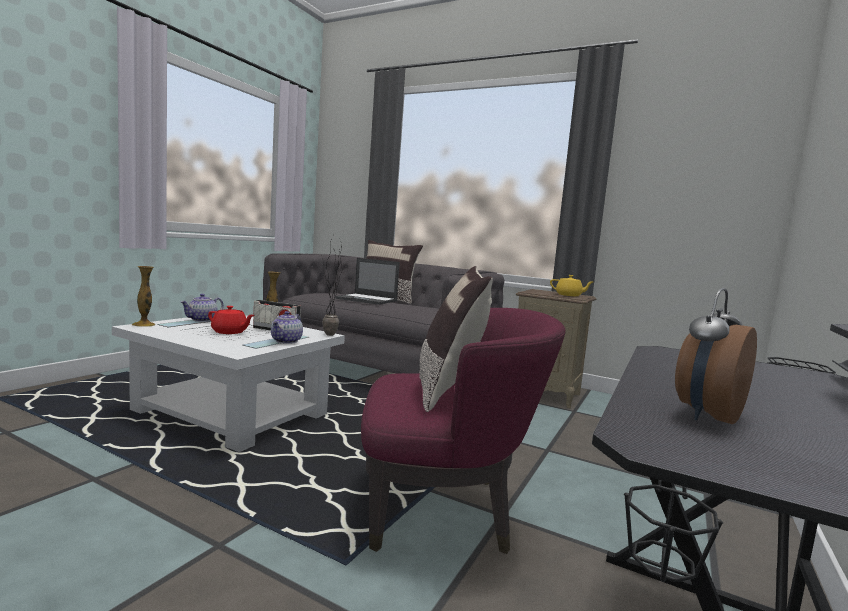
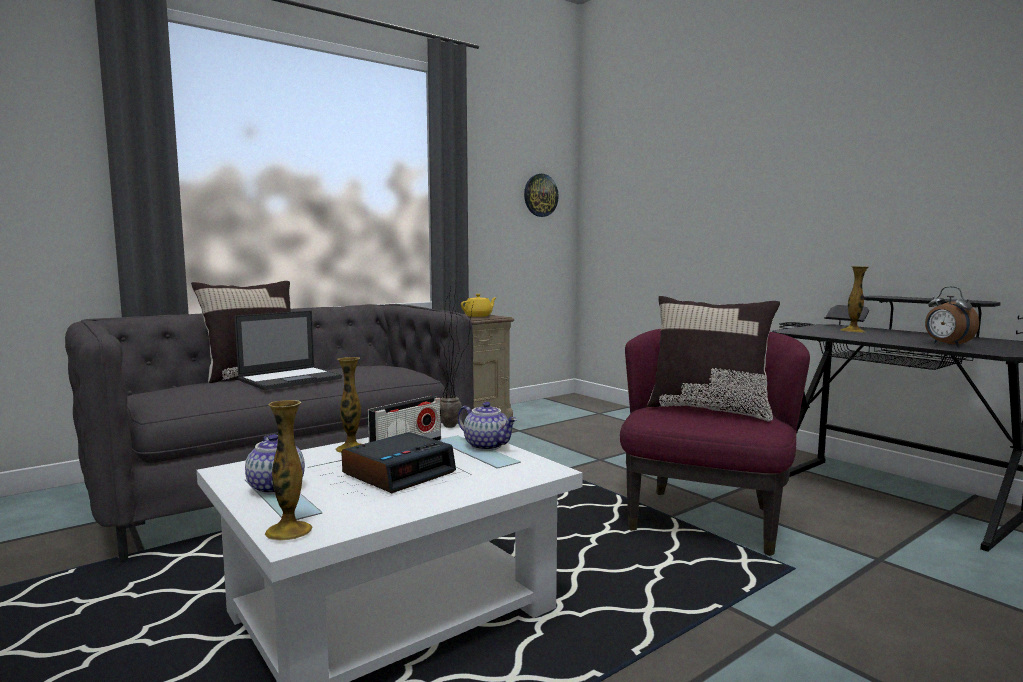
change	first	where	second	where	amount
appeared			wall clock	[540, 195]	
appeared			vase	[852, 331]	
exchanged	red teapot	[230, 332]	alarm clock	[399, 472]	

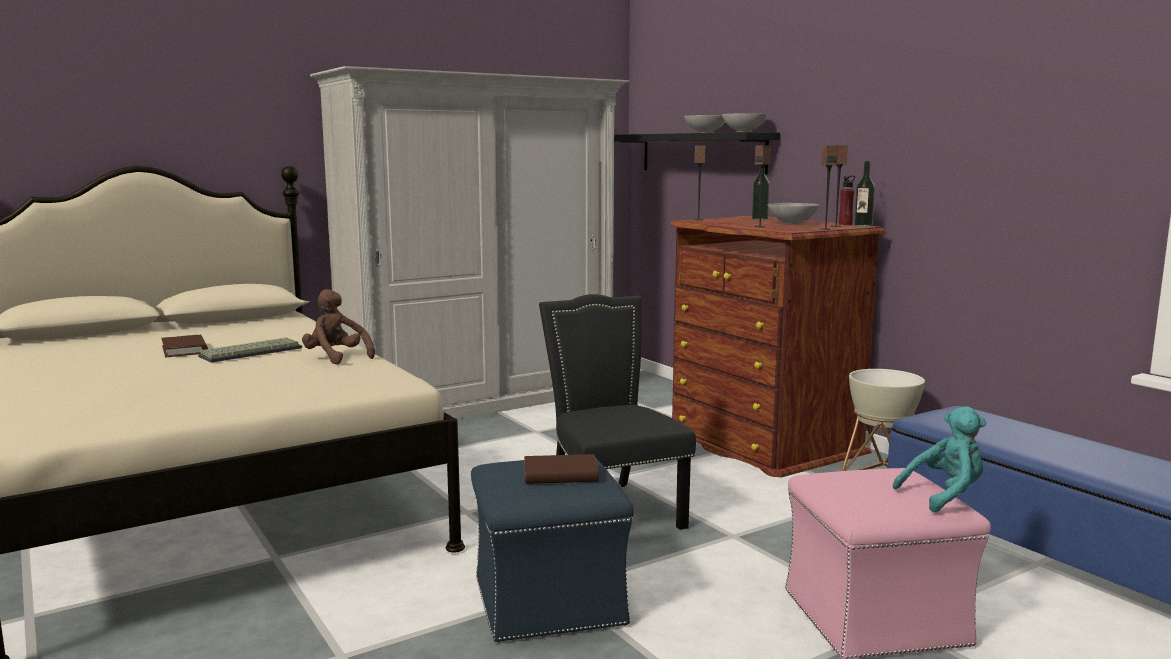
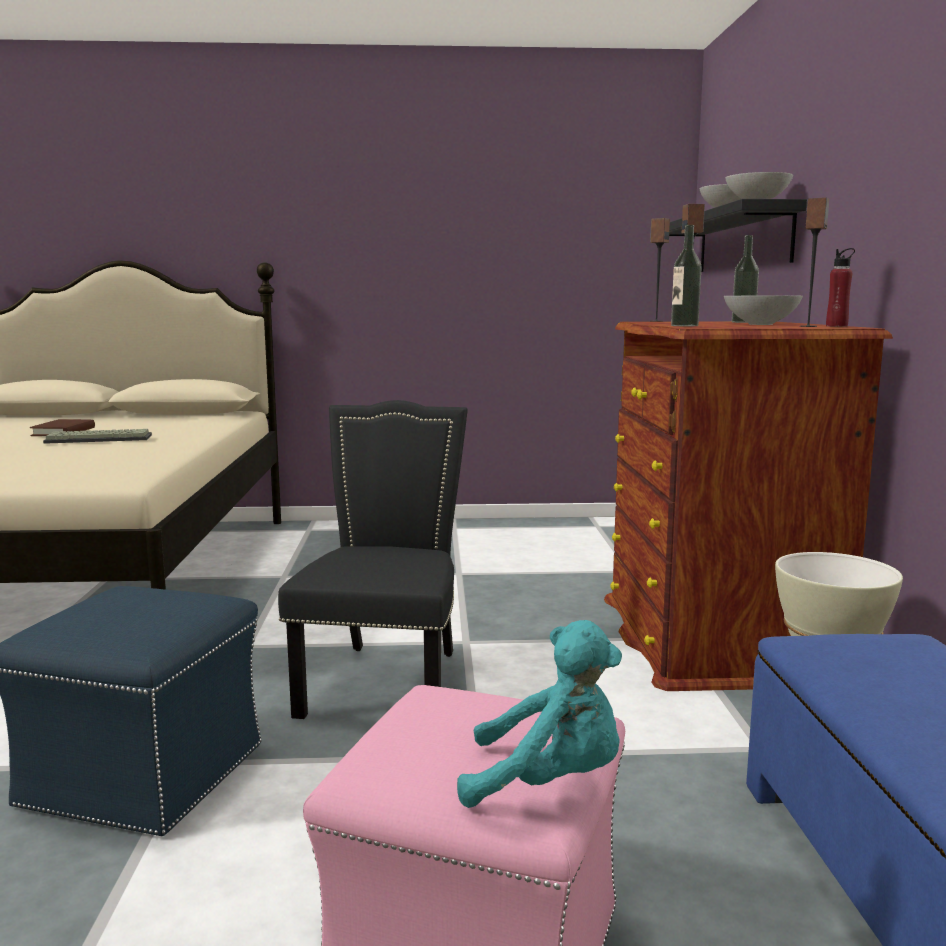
change	first	where	second	where	amount
missing	brown plush toy	[336, 358]			
missing	white wardrobe	[484, 402]			
missing	brown book	[560, 474]			
missing	speaker	[825, 229]			
relocated	bottle	[863, 226]		[684, 326]	

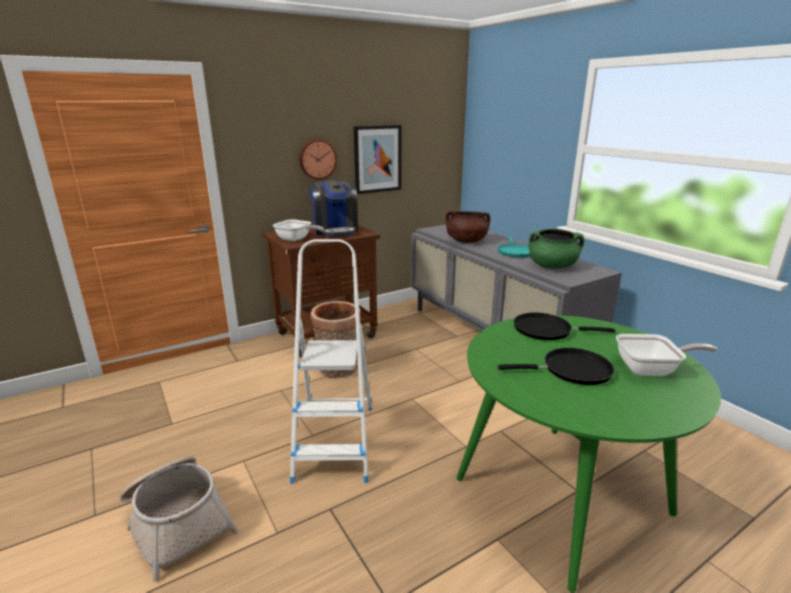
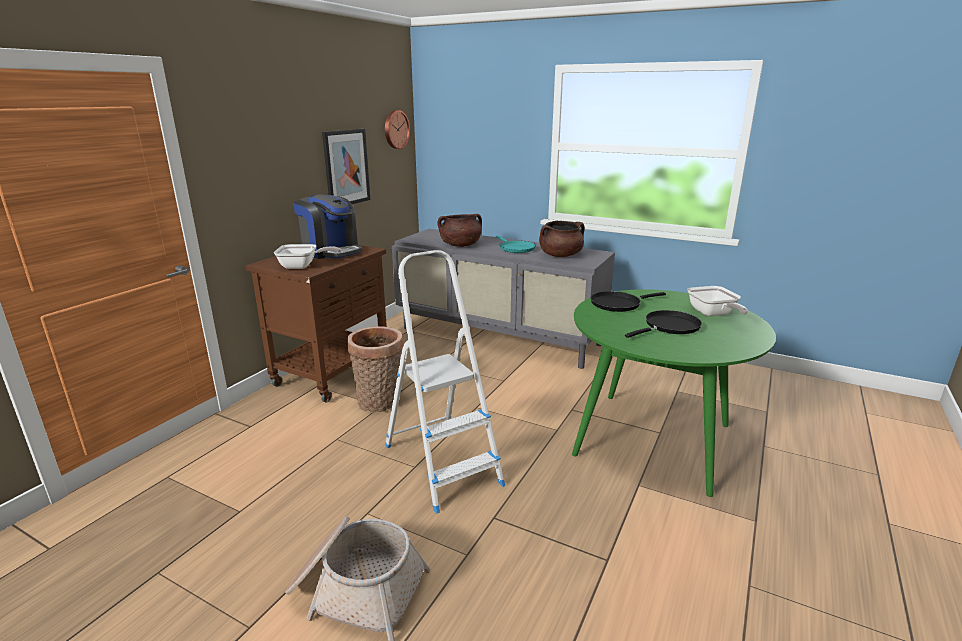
change	first	where	second	where	amount
relocated	wall clock	[317, 159]		[395, 129]	
colour	green cooking pot	[552, 266]	brown cooking pot	[560, 255]	
spun	frying pan	[651, 370]		[713, 314]	105 degrees clockwise

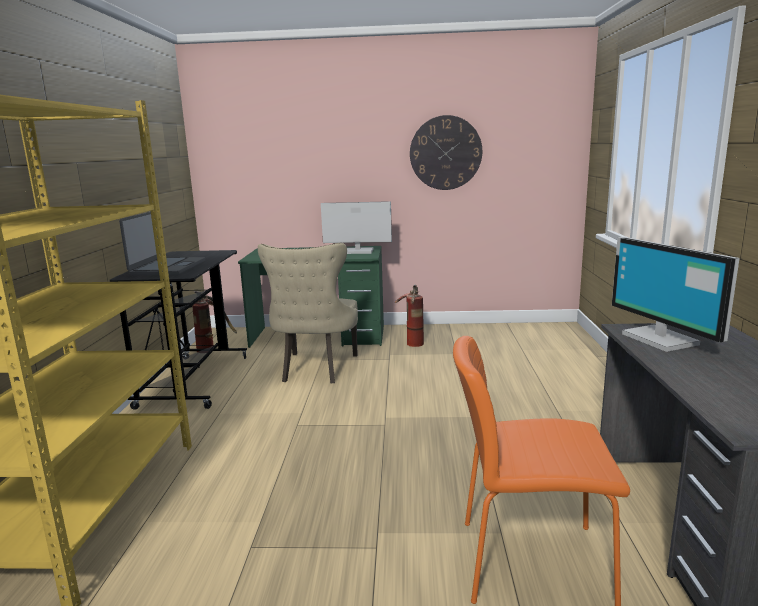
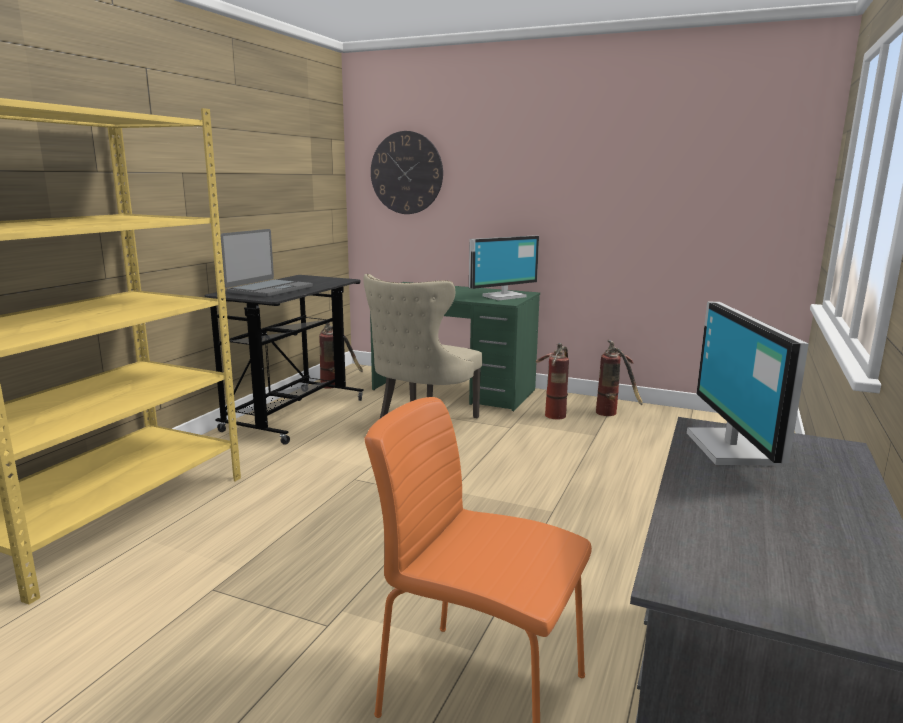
change	first	where	second	where	amount
appeared			fire extinguisher	[614, 414]	
relocated	wall clock	[445, 153]		[406, 173]	
spun	monitor	[357, 252]		[503, 296]	120 degrees clockwise

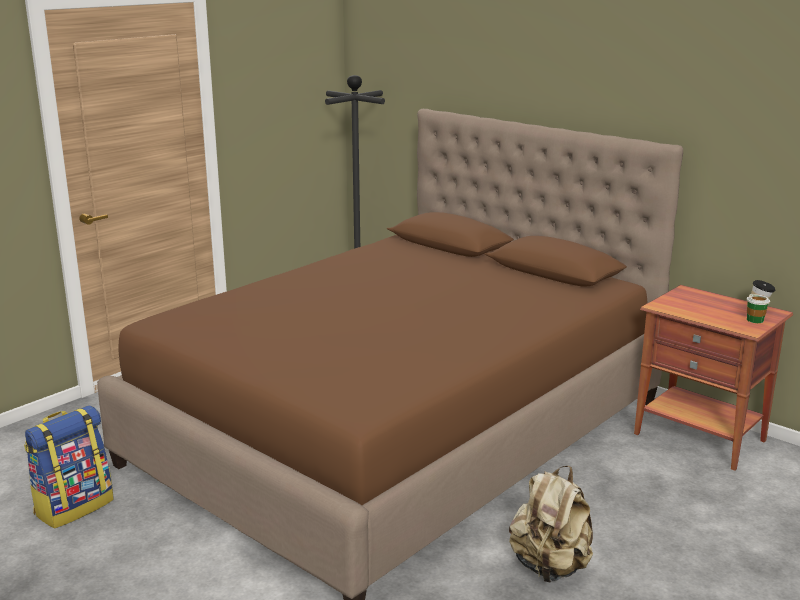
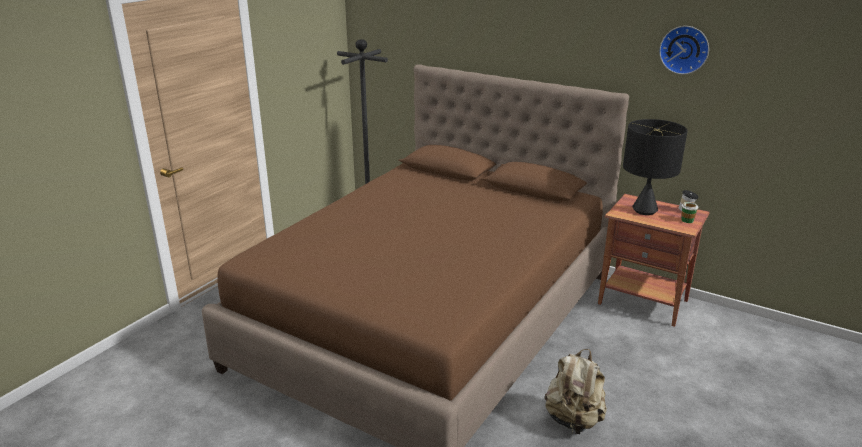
change	first	where	second	where	amount
missing	backpack	[74, 506]			
appeared			black table lamp	[644, 211]	
appeared			wall clock	[684, 49]	

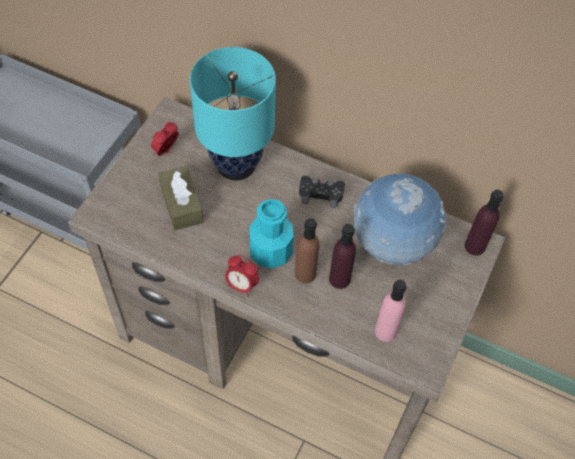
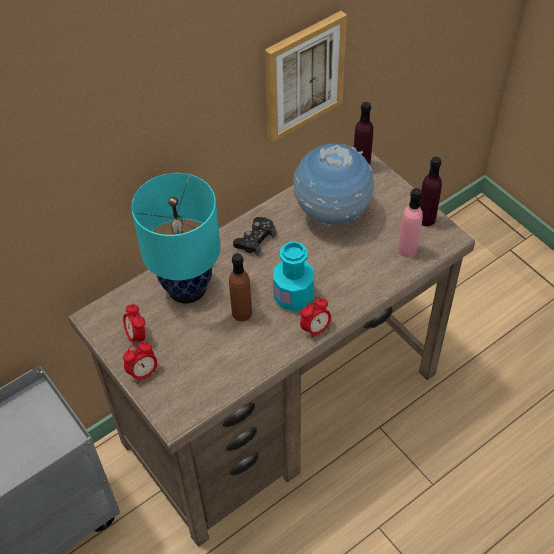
change	first	where	second	where	amount
missing	brown tissue box	[181, 204]			
appeared			alarm clock	[143, 373]	
appeared			picture	[303, 76]	
relocated	brown bottle	[305, 273]		[242, 313]	
relocated	purple bottle	[339, 279]		[426, 219]	

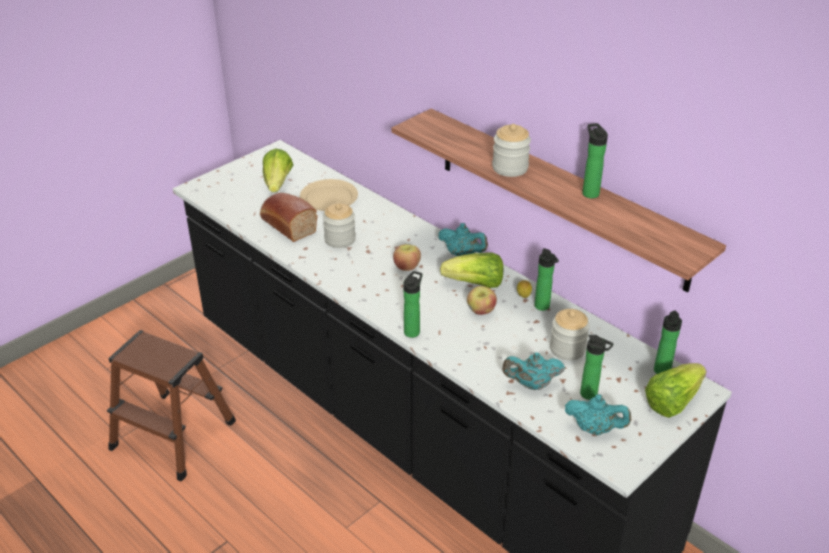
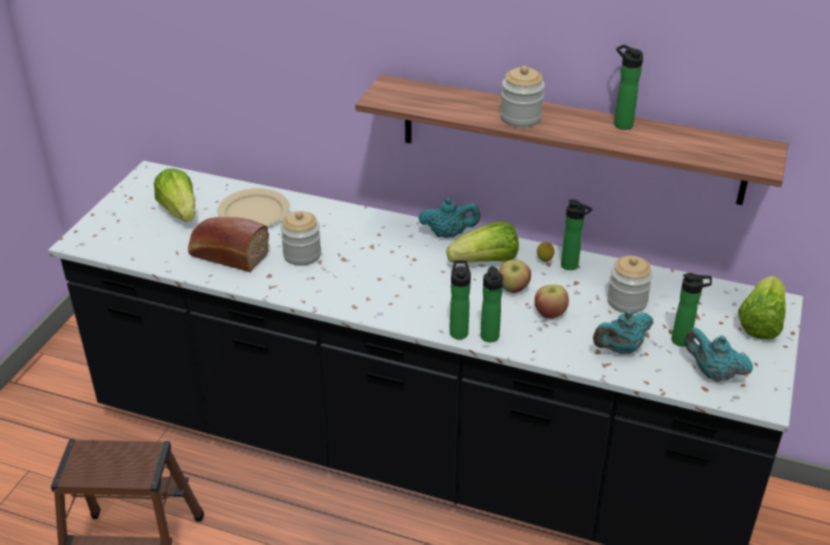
change	first	where	second	where	amount
relocated	apple	[407, 267]		[550, 313]	
relocated	bottle	[661, 372]		[490, 338]	
spun	turquoise teapot	[595, 429]		[713, 373]	135 degrees counterclockwise

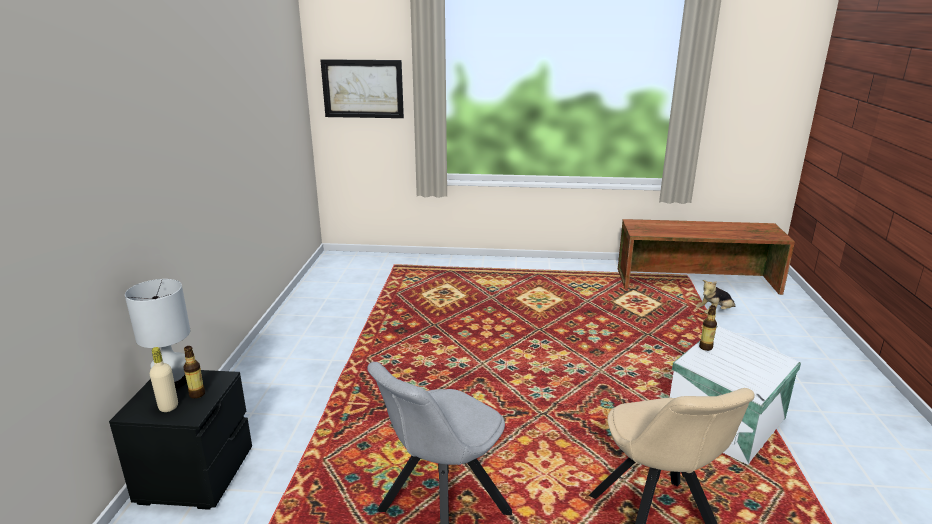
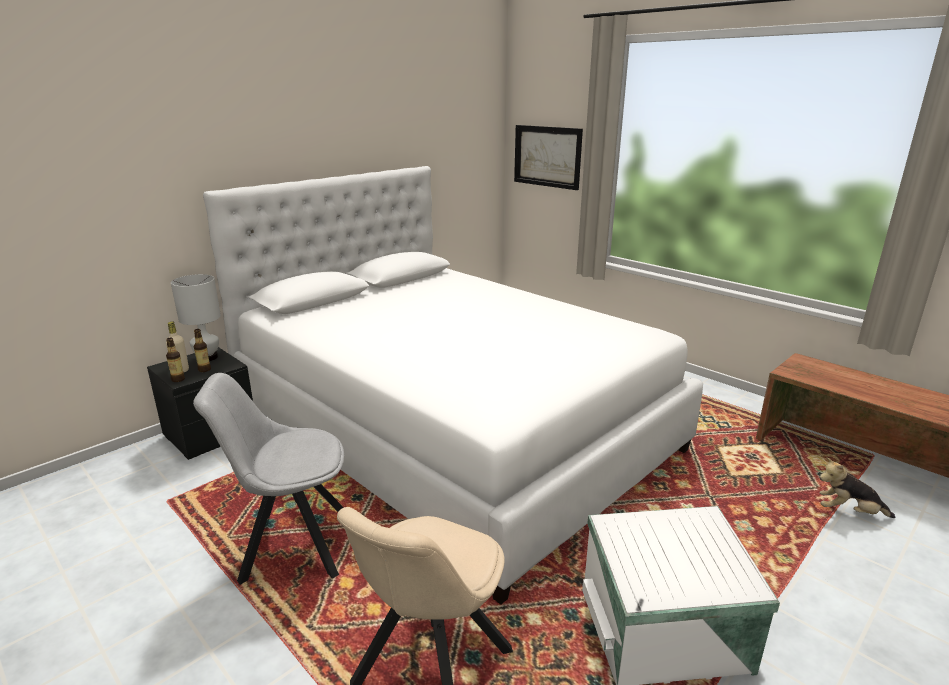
change	first	where	second	where	amount
appeared			white bed	[451, 428]	
relocated	bottle	[705, 347]		[178, 379]	

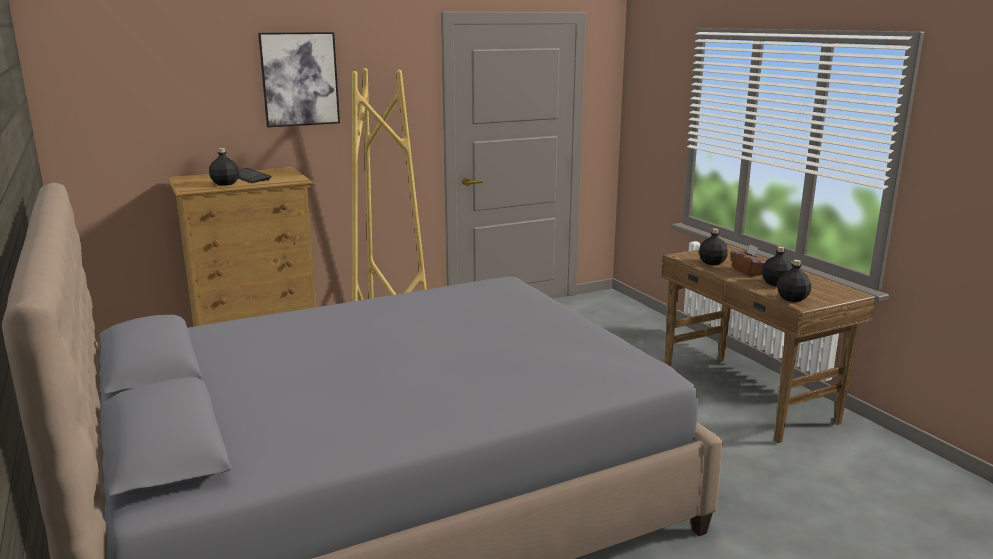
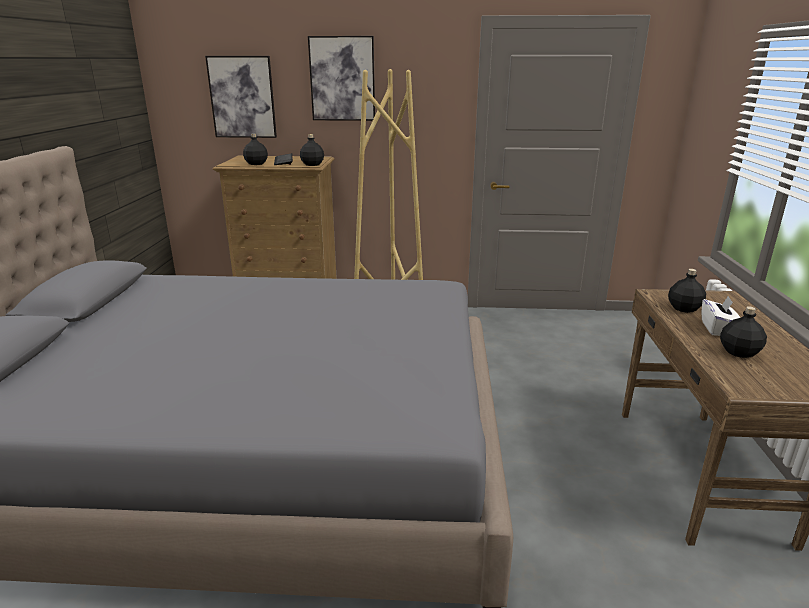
change	first	where	second	where	amount
appeared			picture	[242, 97]	
relocated	black bottle	[791, 298]		[312, 164]	
colour	brown tissue box	[748, 272]	white tissue box	[718, 329]	

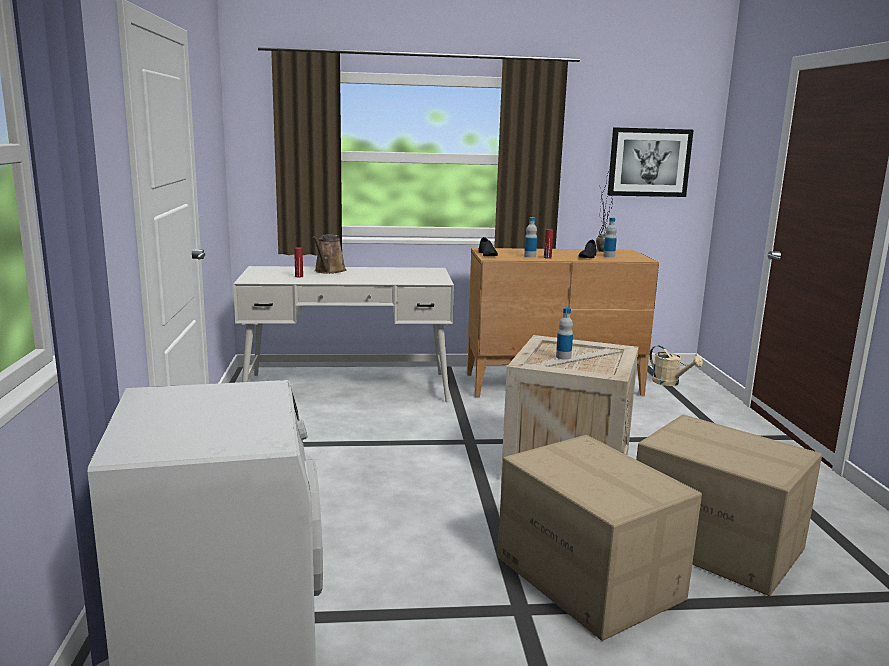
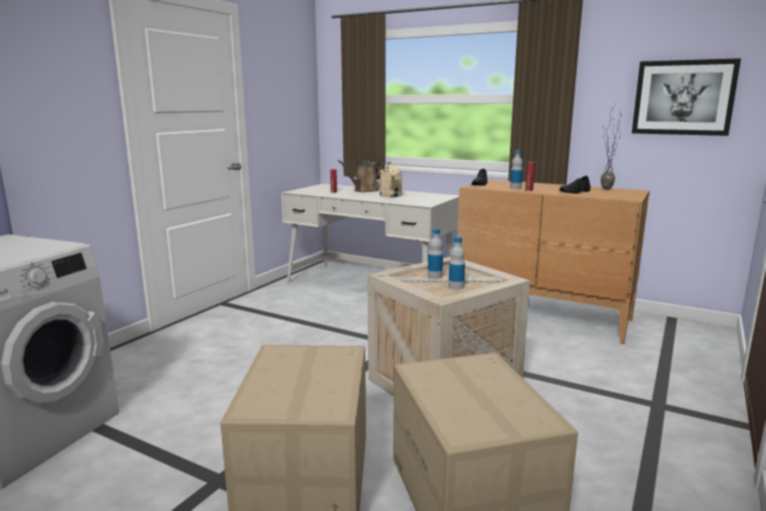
change	first	where	second	where	amount
relocated	bottle	[609, 256]		[456, 287]	
relocated	beige watering can	[670, 383]		[391, 196]	

